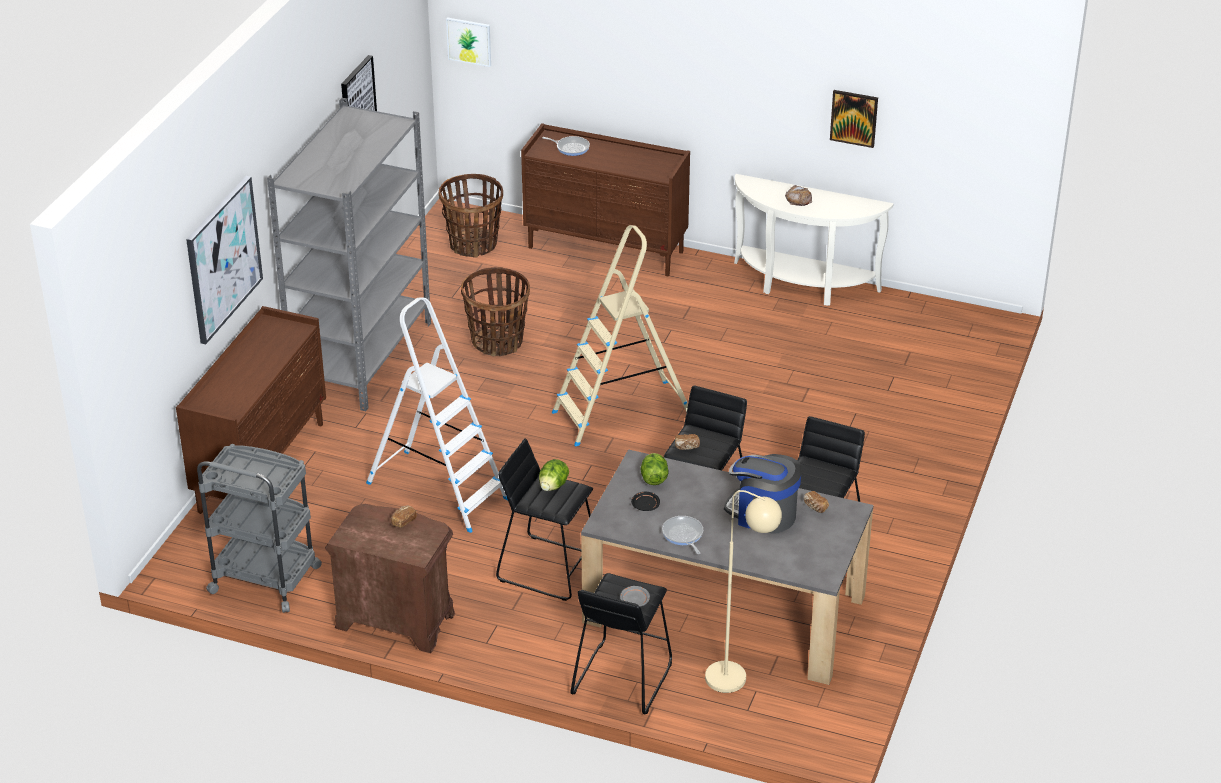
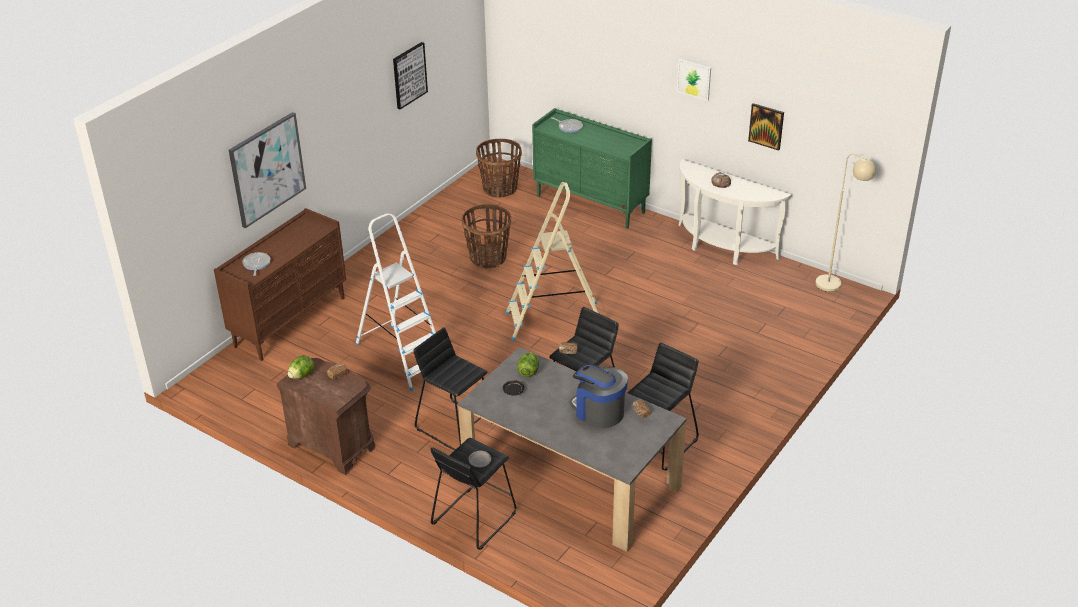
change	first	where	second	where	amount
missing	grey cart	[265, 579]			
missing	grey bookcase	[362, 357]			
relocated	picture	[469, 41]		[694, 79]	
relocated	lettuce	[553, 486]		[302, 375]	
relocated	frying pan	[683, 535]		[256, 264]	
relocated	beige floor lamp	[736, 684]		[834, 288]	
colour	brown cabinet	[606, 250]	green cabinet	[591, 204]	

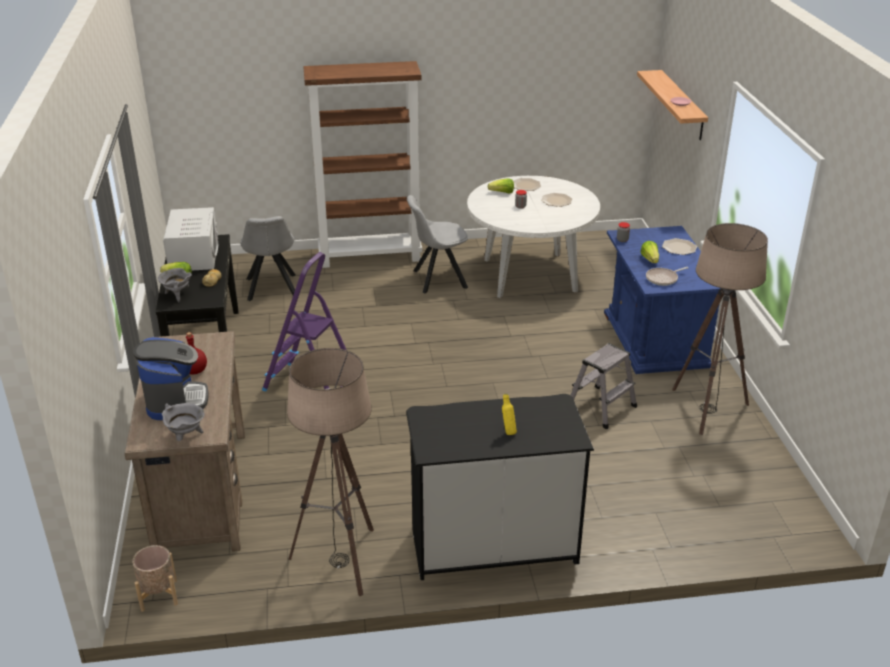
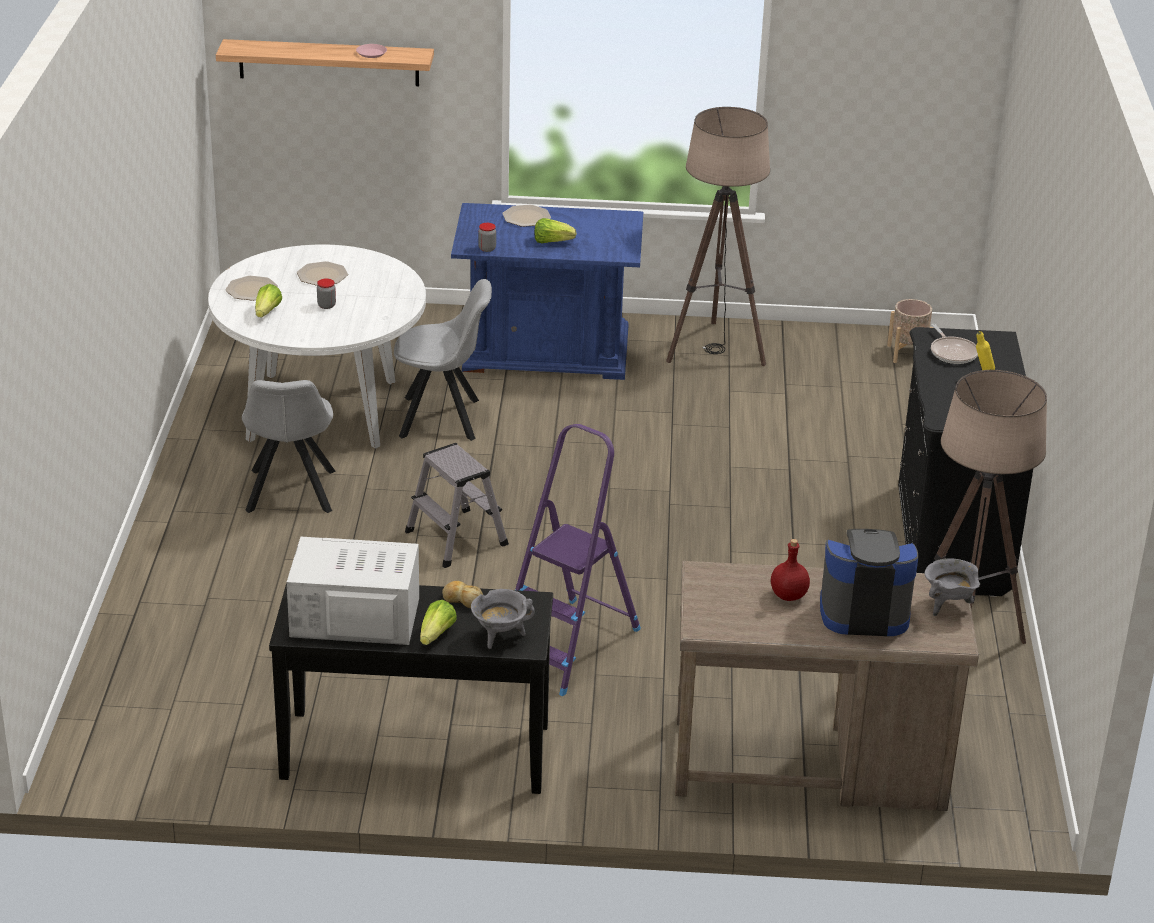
change	first	where	second	where	amount
missing	brown bookcase	[370, 256]			
relocated	beige planter	[159, 595]		[907, 353]	
relocated	grey chair	[272, 288]		[442, 418]	
relocated	grey step ladder	[601, 407]		[456, 538]	
relocated	frying pan	[663, 279]		[952, 352]	

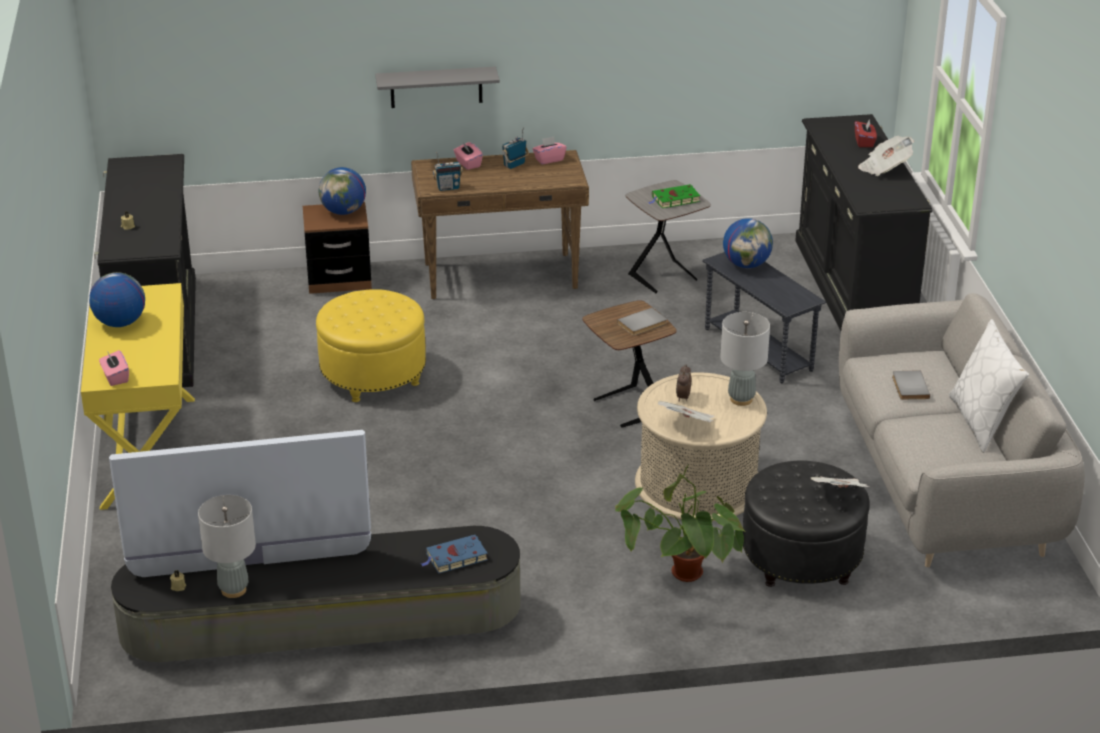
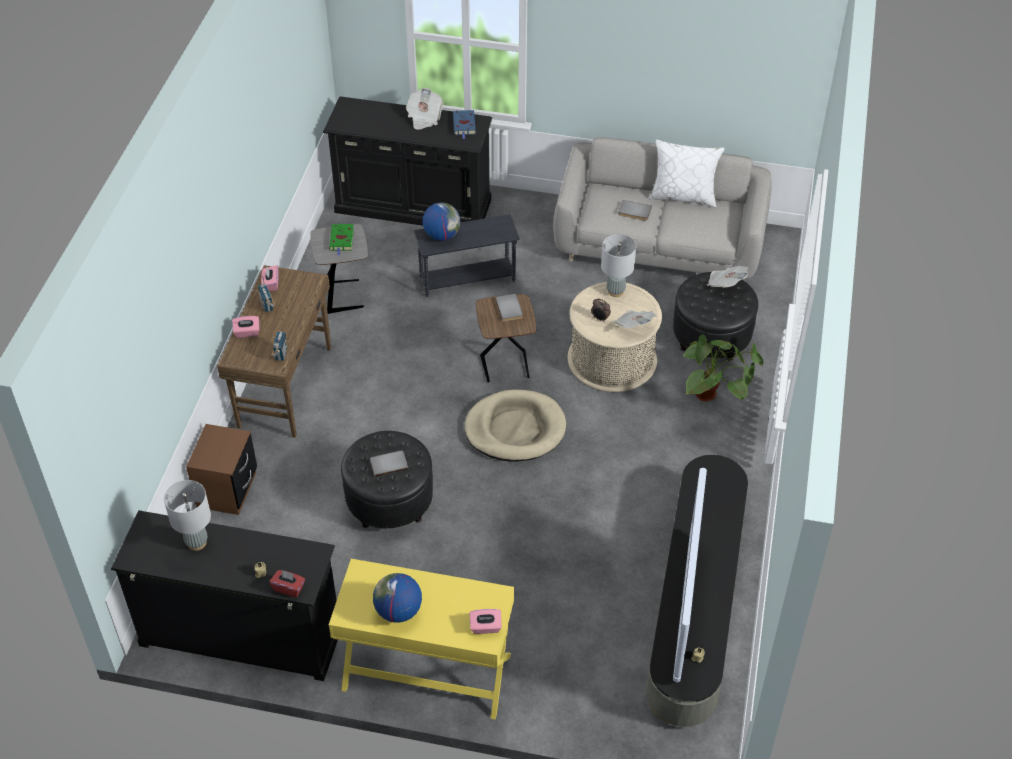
change	first	where	second	where	amount
missing	globe	[343, 212]			
missing	grey shelf	[436, 87]			
appeared			grey book	[388, 464]	
appeared			beige dog bed	[515, 429]	
relocated	grey table lamp	[234, 589]		[196, 542]	
relocated	blue book	[455, 558]		[464, 125]	
relocated	red tissue box	[864, 142]		[289, 588]	
colour	yellow ottoman	[373, 376]	black ottoman	[389, 501]	

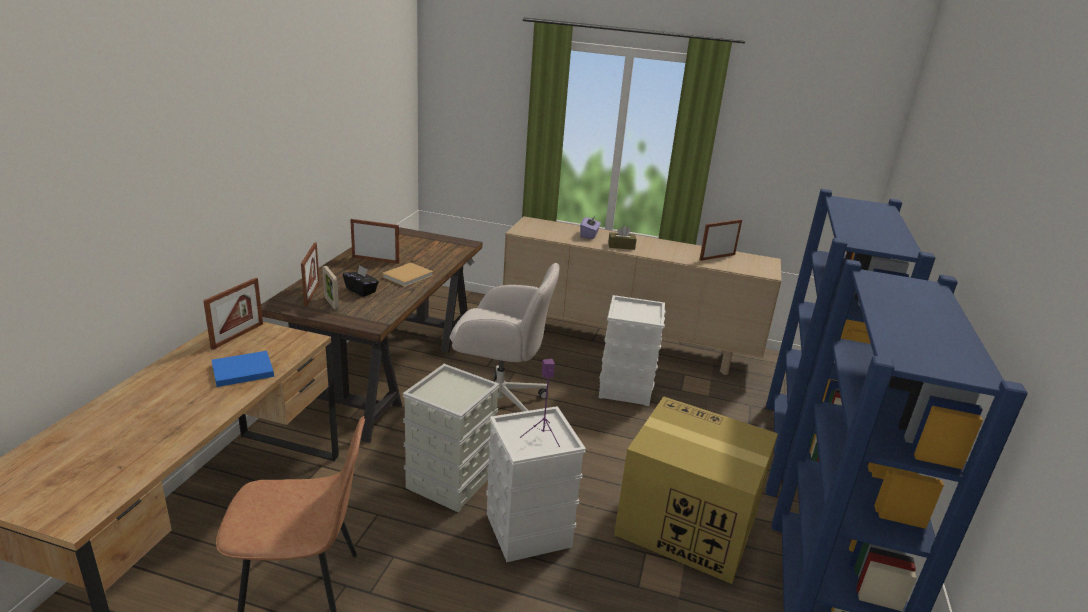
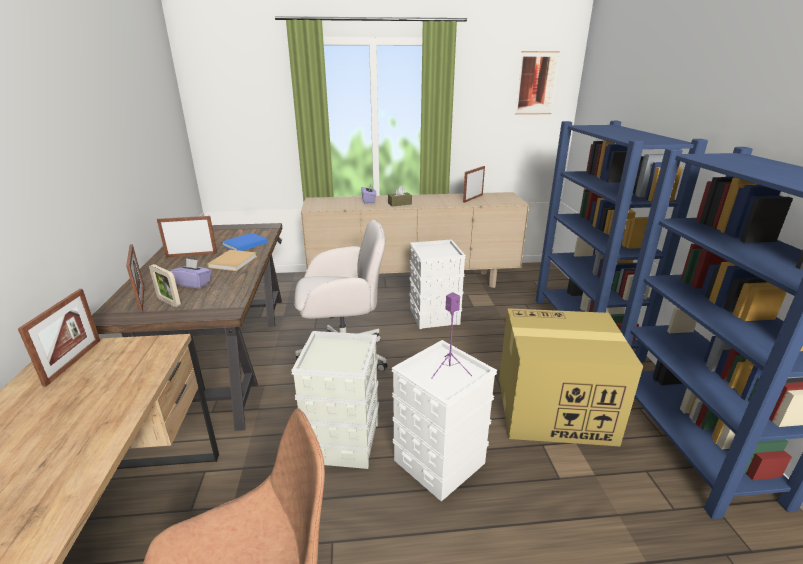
change	first	where	second	where	amount
appeared			picture	[536, 83]	
relocated	blue book	[241, 371]		[244, 244]	
colour	black tissue box	[361, 290]	purple tissue box	[194, 283]	

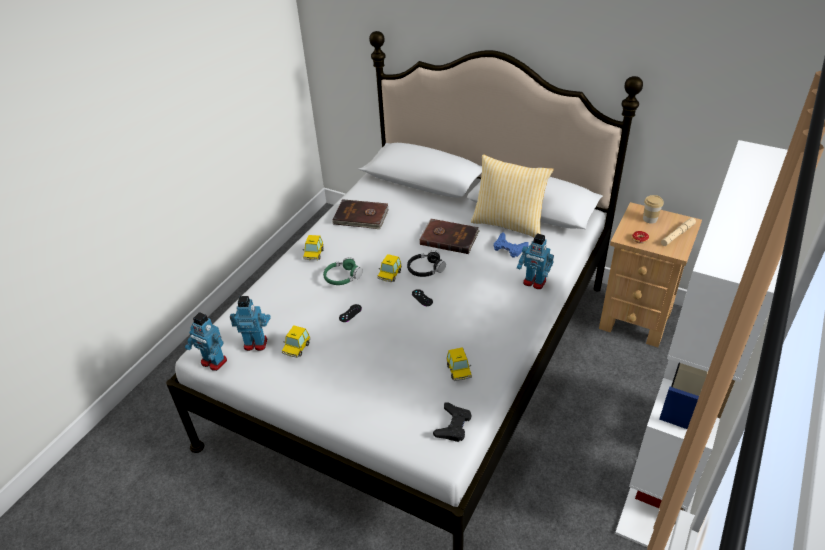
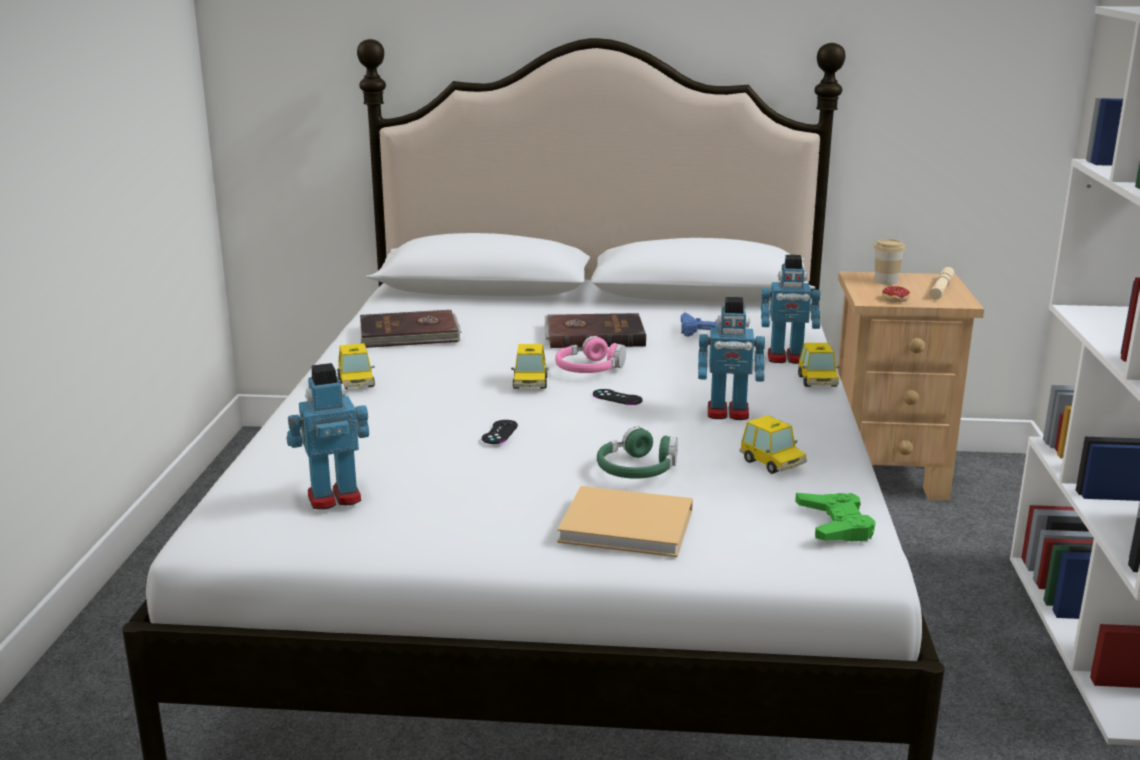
change	first	where	second	where	amount
missing	pillow	[509, 223]			
appeared			beige book	[630, 526]	
relocated	toy robot	[213, 362]		[728, 413]	
relocated	toy car	[296, 348]		[817, 381]	
relocated	green headphones	[342, 277]		[637, 469]	
colour	black headphones	[425, 269]	pink headphones	[589, 369]	
colour	black game controller	[453, 425]	green game controller	[835, 524]	

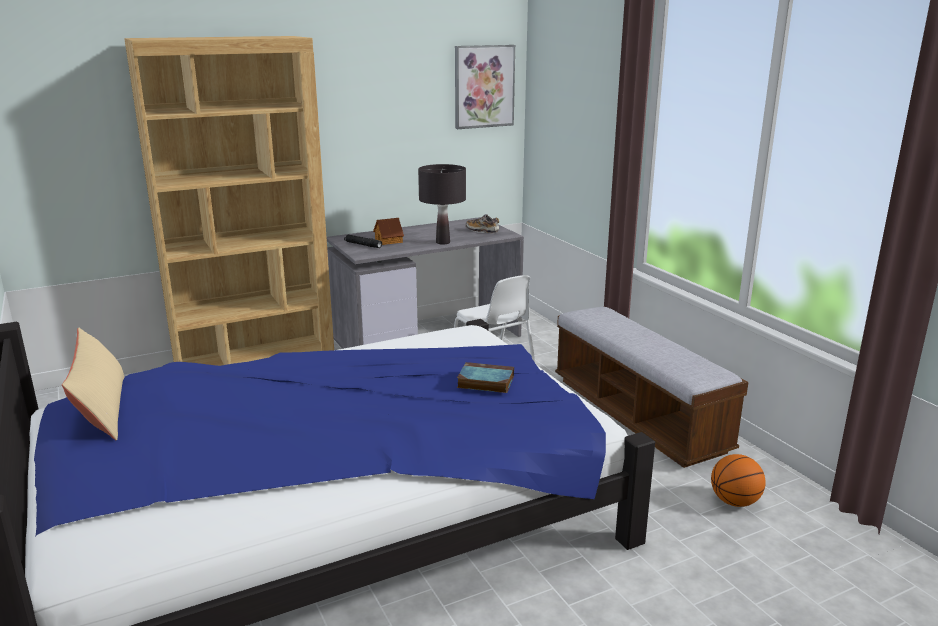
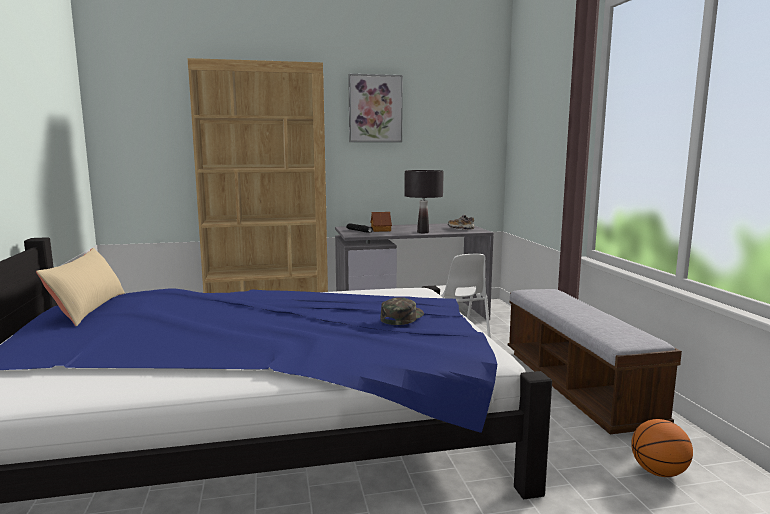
change	first	where	second	where	amount
relocated	picture	[484, 86]		[375, 108]	
exchanged	book	[484, 382]	green cap	[401, 317]	

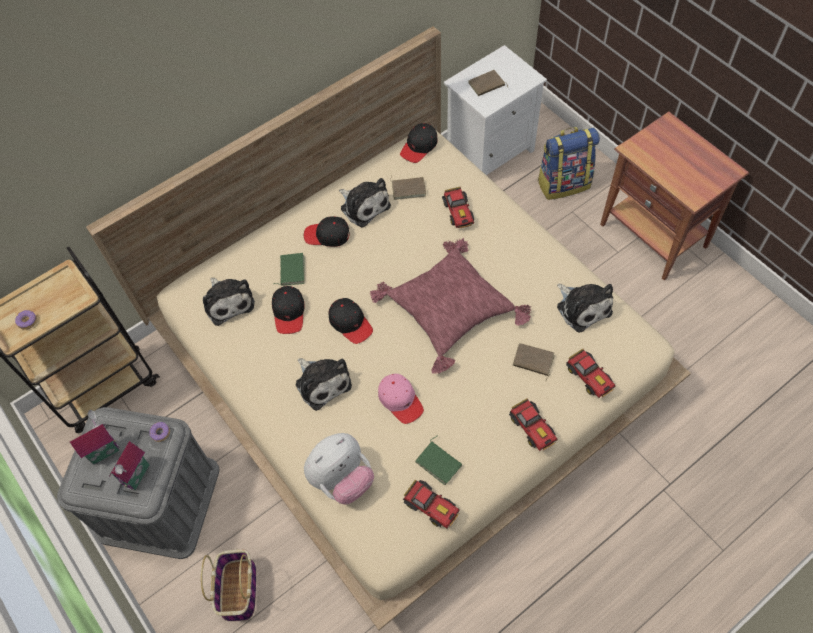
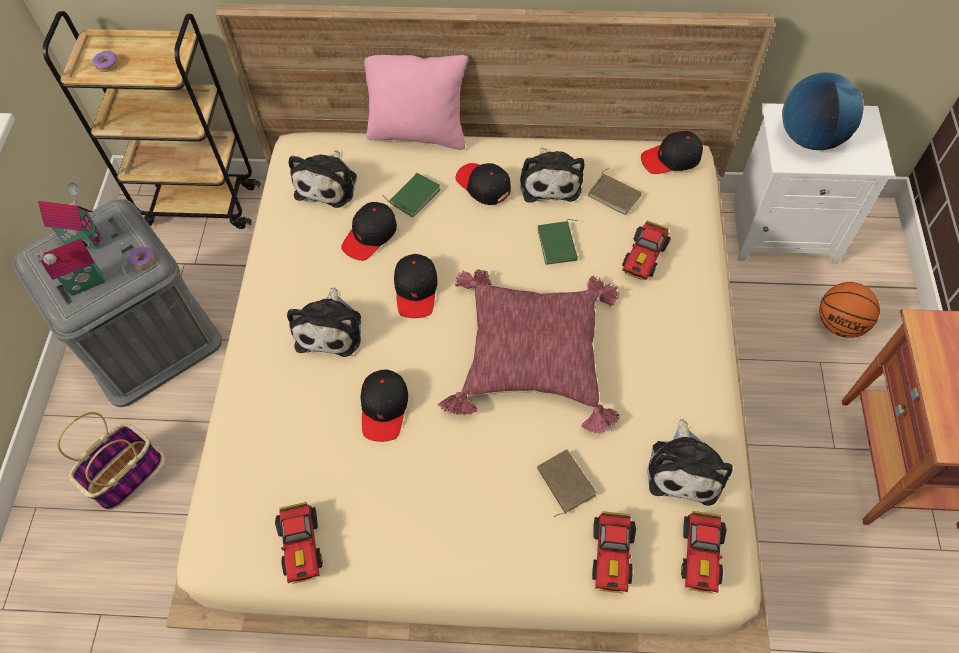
change	first	where	second	where	amount
missing	plush toy	[342, 479]			
appeared			pink pillow	[418, 133]	
relocated	green book	[439, 462]		[558, 244]	
relocated	toy car	[532, 429]		[700, 556]	
exchanged	brown book	[487, 85]	globe	[810, 138]	
exchanged	backpack	[563, 183]	basketball	[839, 323]	
colour	pink cap	[400, 400]	black cap	[384, 408]	

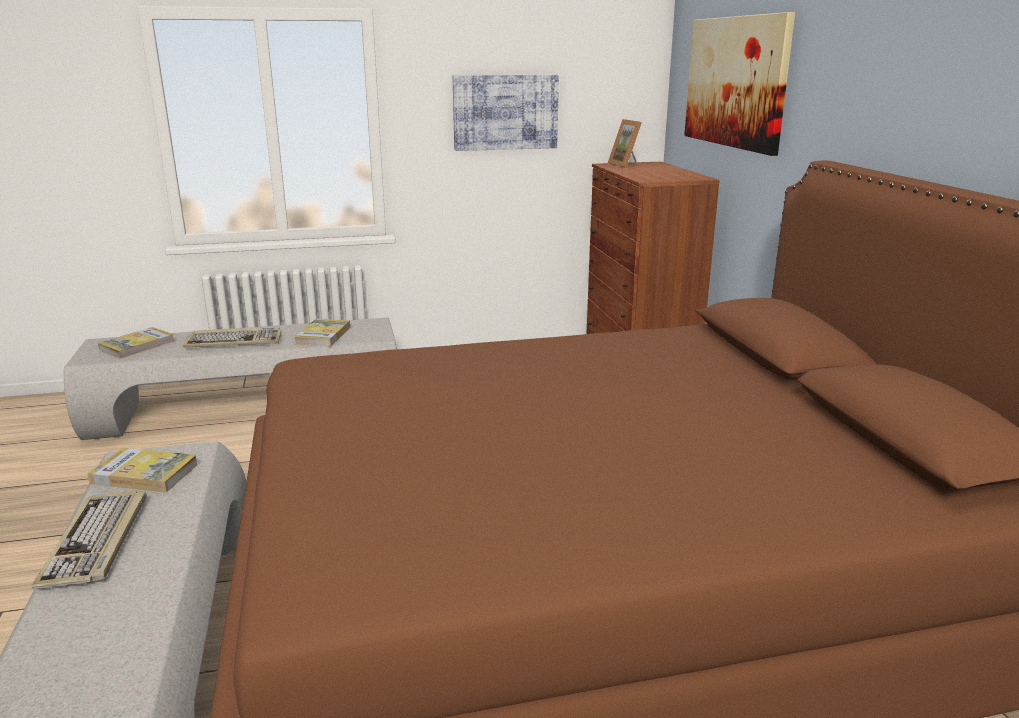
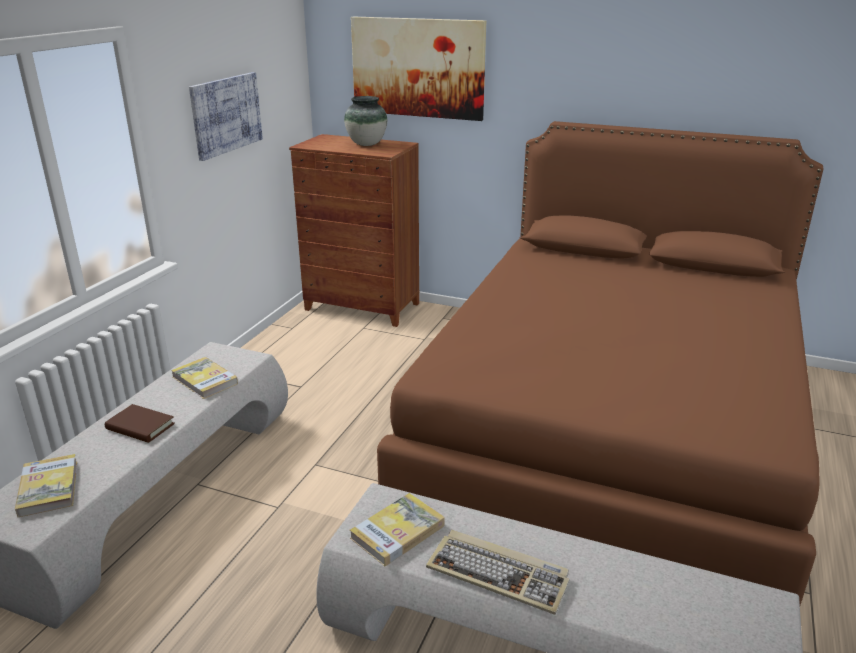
change	first	where	second	where	amount
missing	picture frame	[626, 165]			
appeared			vase	[366, 144]	
exchanged	keyboard	[235, 341]	brown book	[140, 427]	

